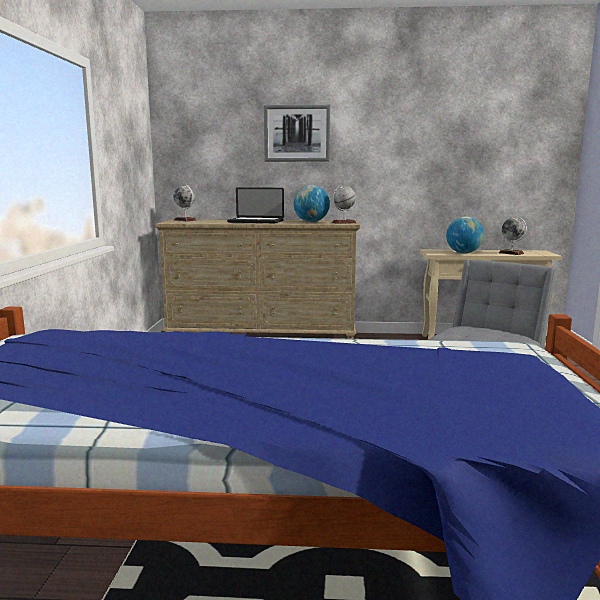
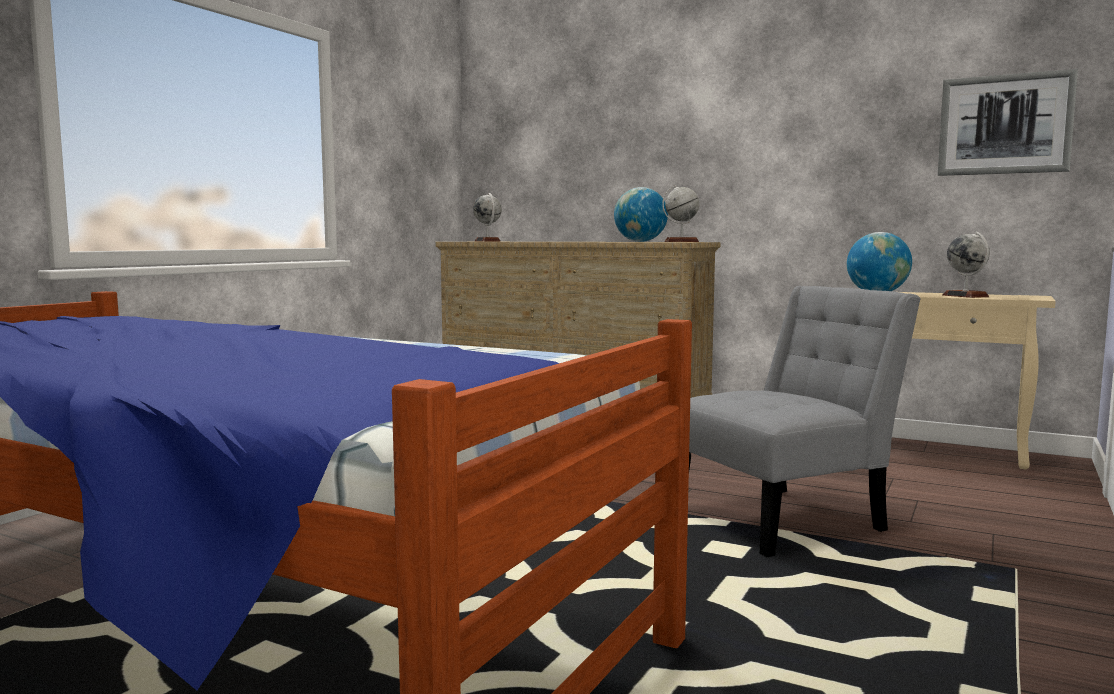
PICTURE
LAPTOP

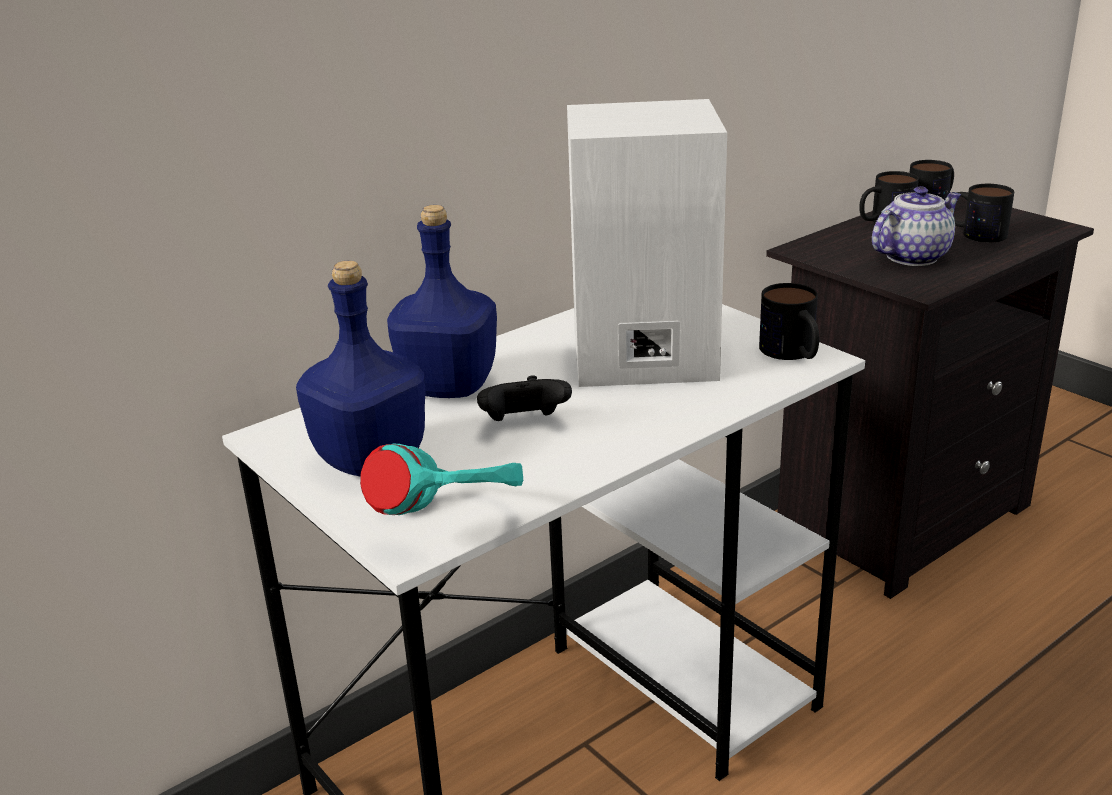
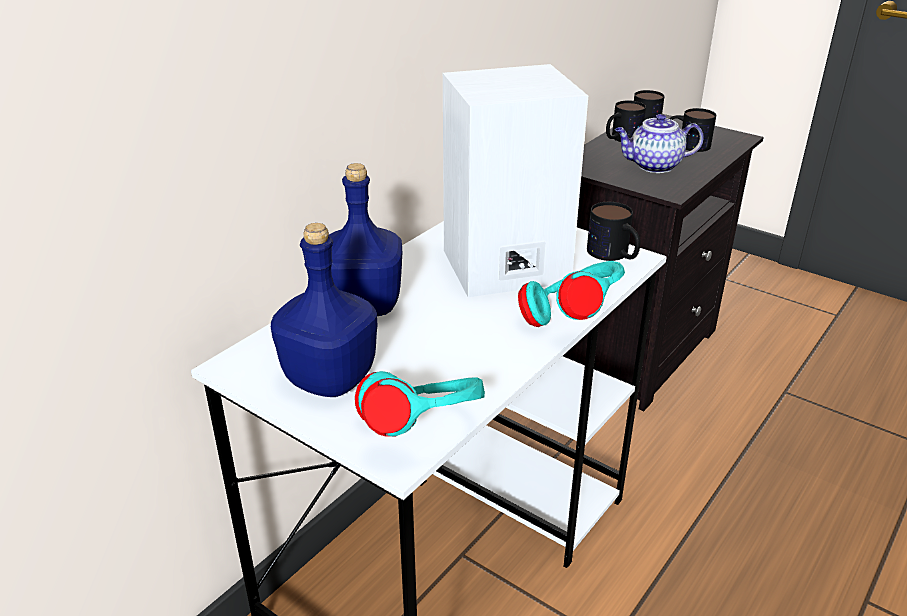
TEAPOT
BLACK GAME CONTROLLER
TURQUOISE HEADPHONES (2nd from left)

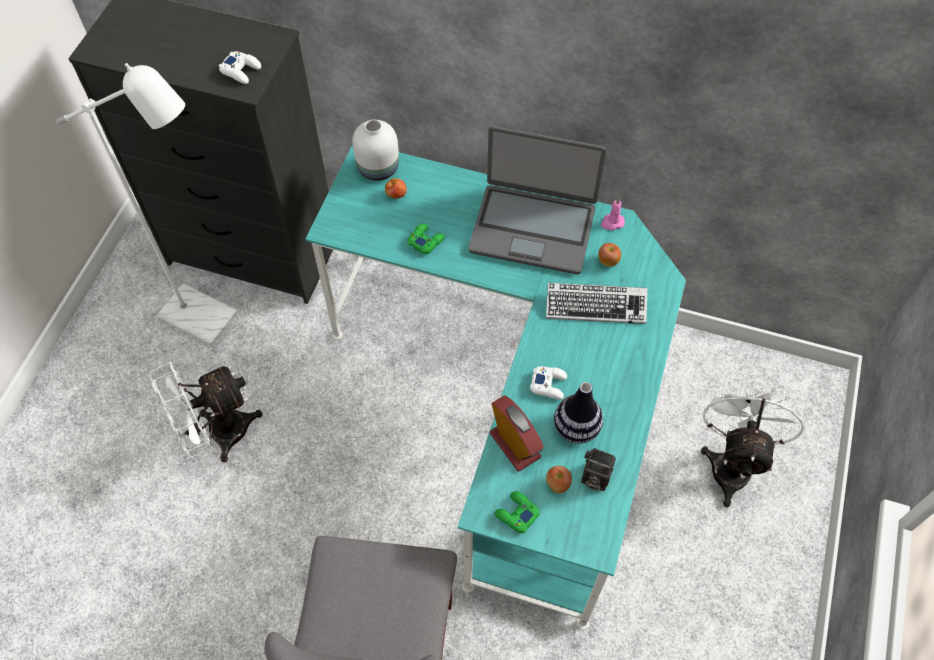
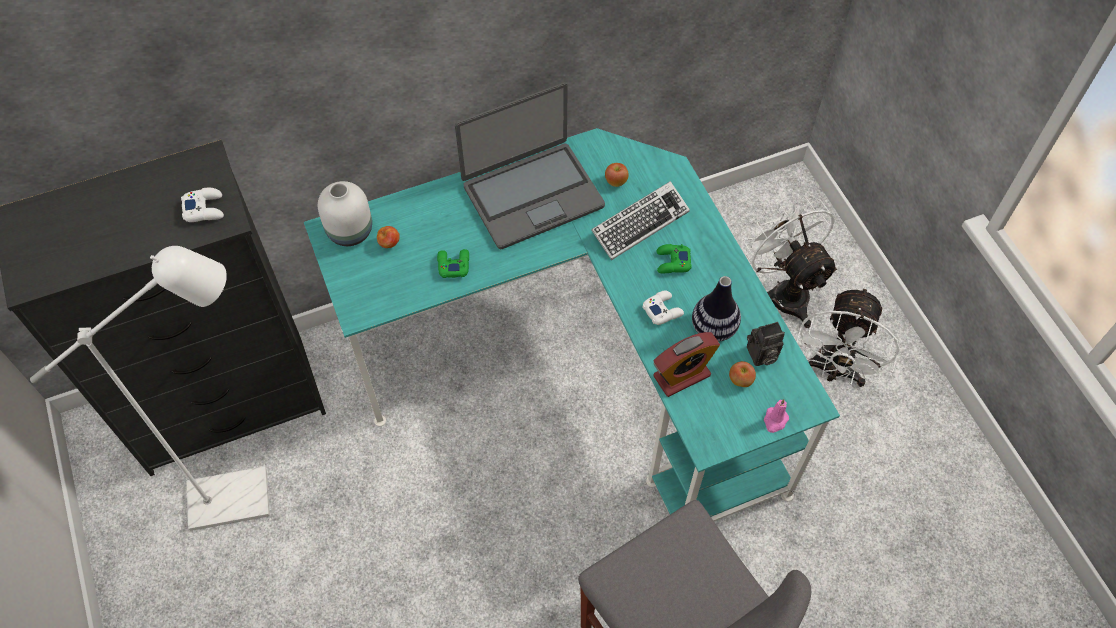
PINK CANDLE
WHITE FAN (2nd from left)
ALARM CLOCK
GREEN GAME CONTROLLER (2nd from left)

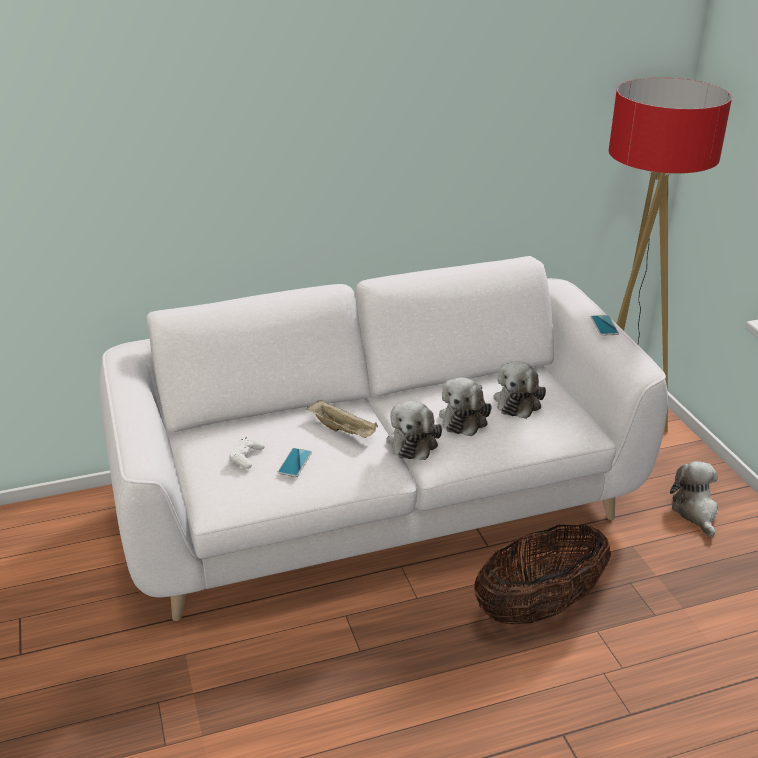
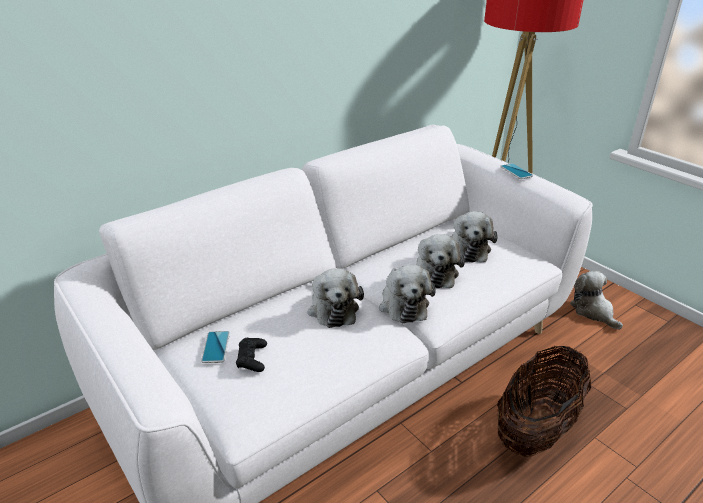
PLUSH TOY (1st from left)
BLACK GAME CONTROLLER
PHONE (1st from left)

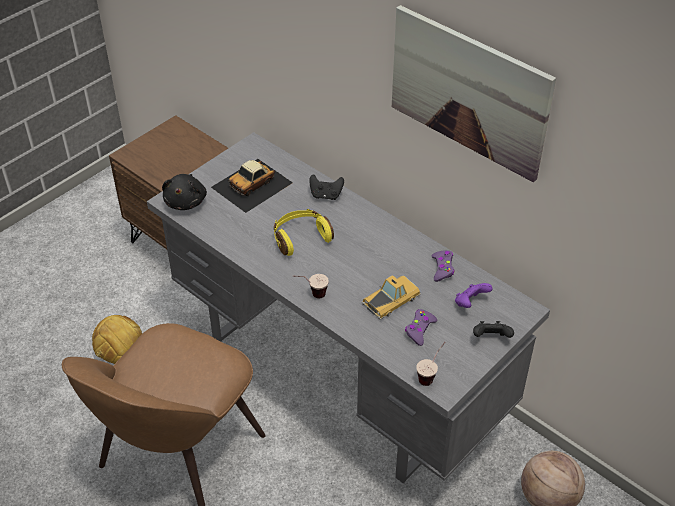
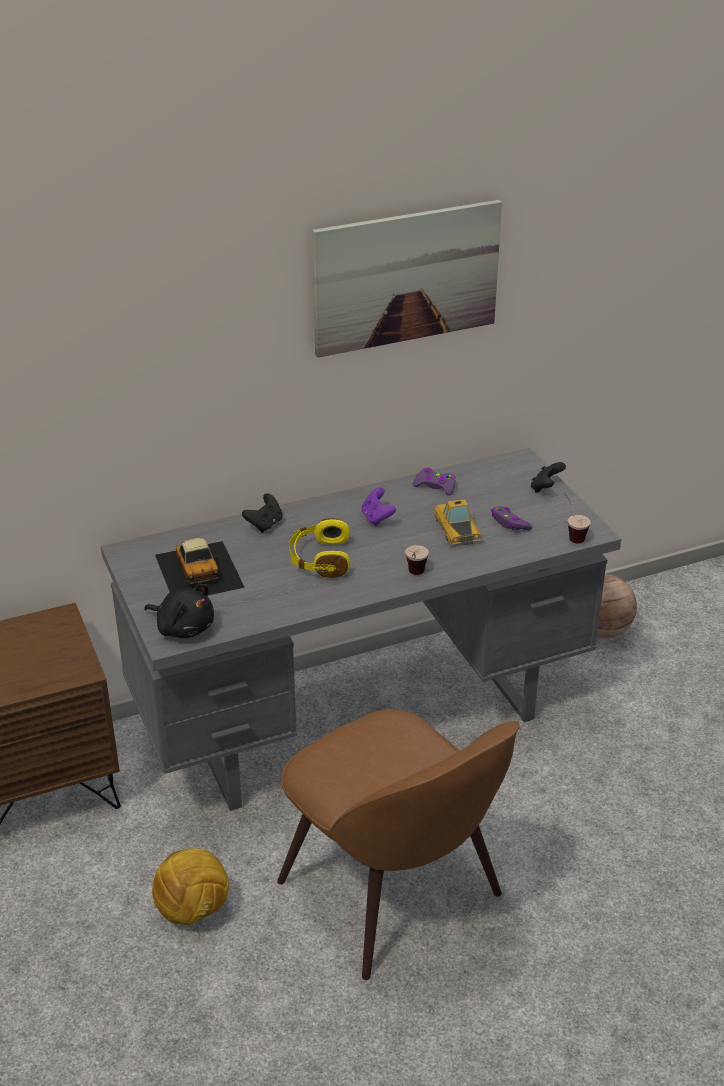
PURPLE GAME CONTROLLER (1st from left)

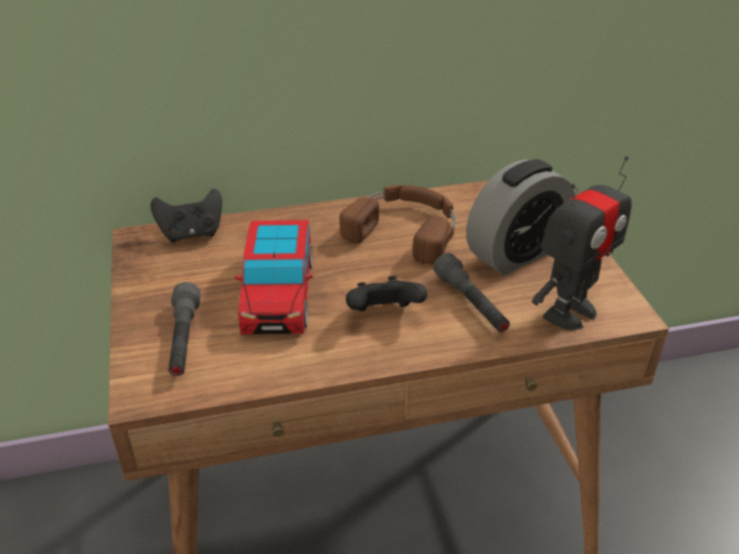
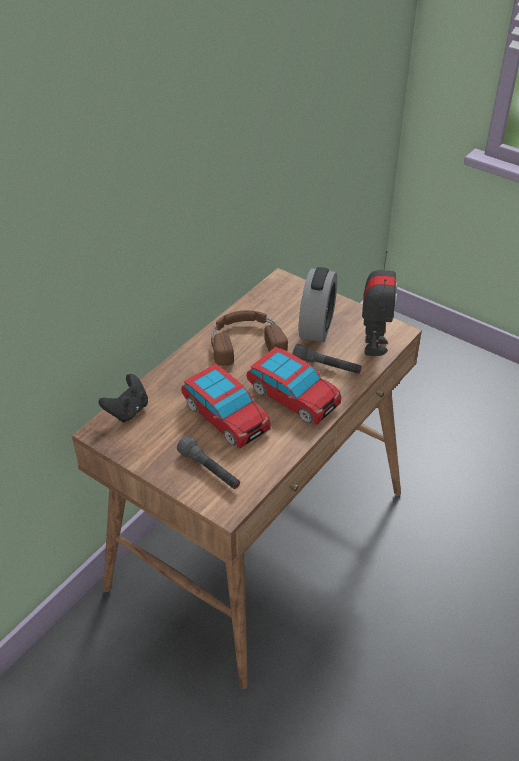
TOY CAR (2nd from left)

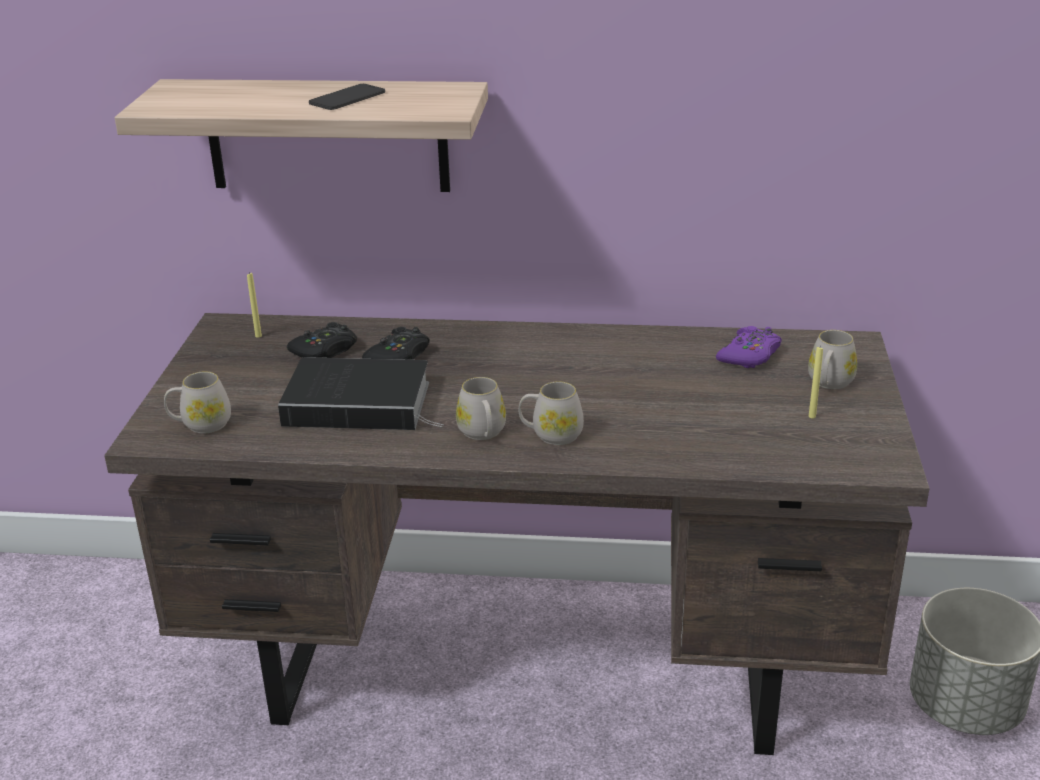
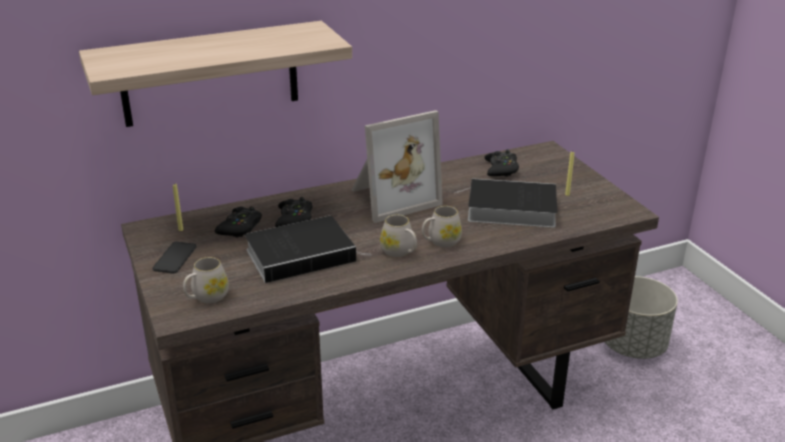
PHONE
BLACK GAME CONTROLLER (3rd from left)
WHITE MUG (4th from left in the first image)
PICTURE FRAME
BOOK (2nd from left)

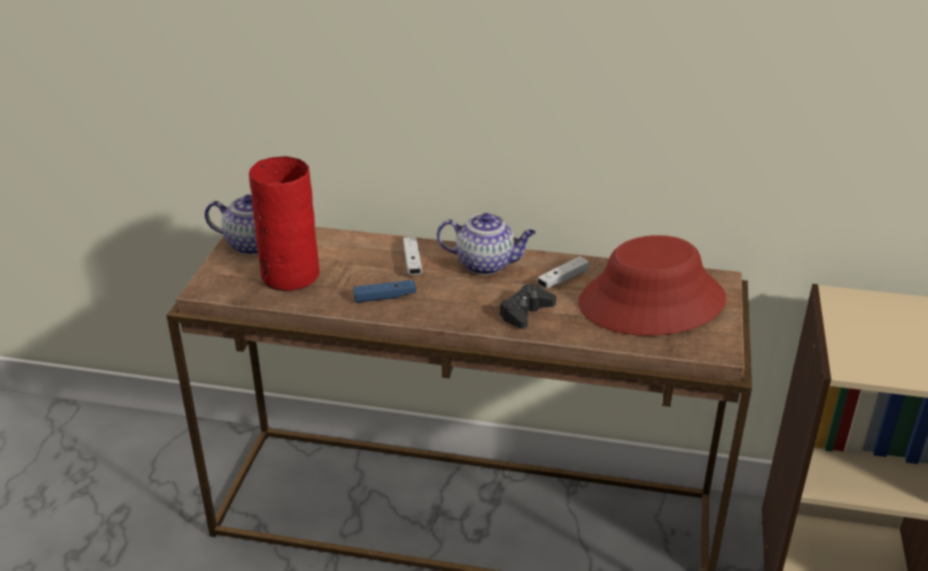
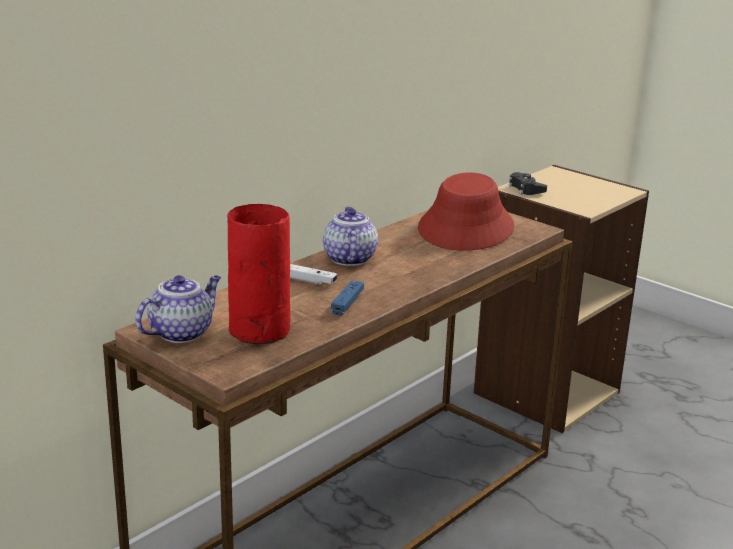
TEAPOT (2nd from left)
WHITE GAME CONTROLLER (2nd from left in the first image)
BLACK GAME CONTROLLER

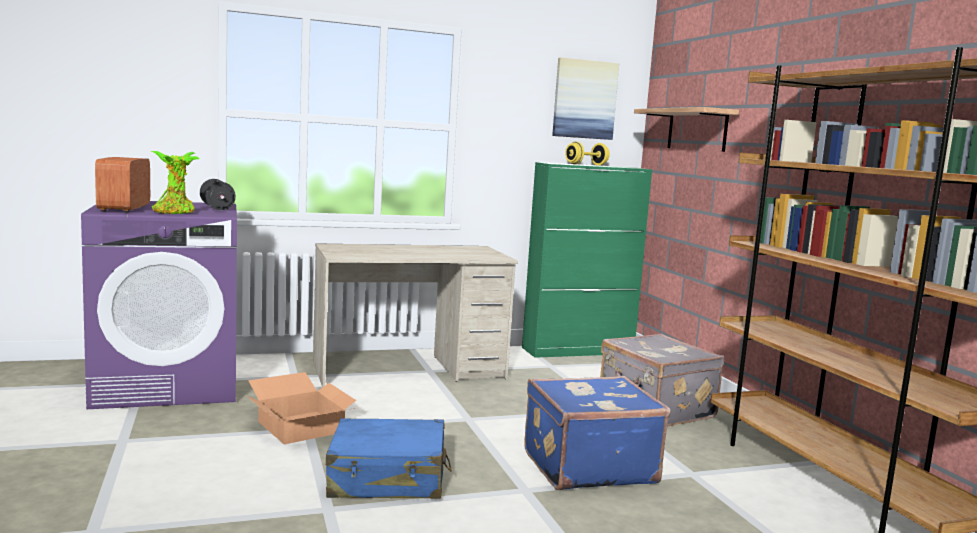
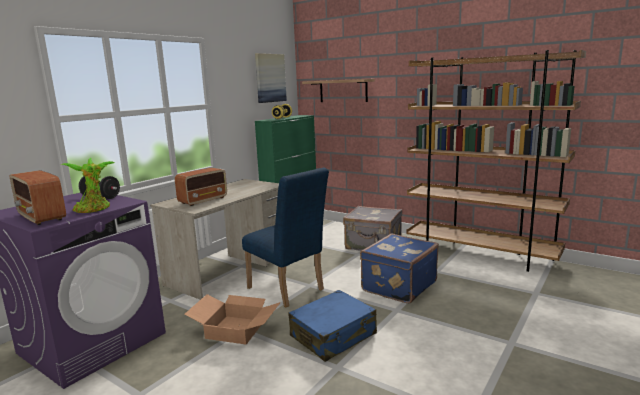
RADIO (2nd from left)
BLUE CHAIR

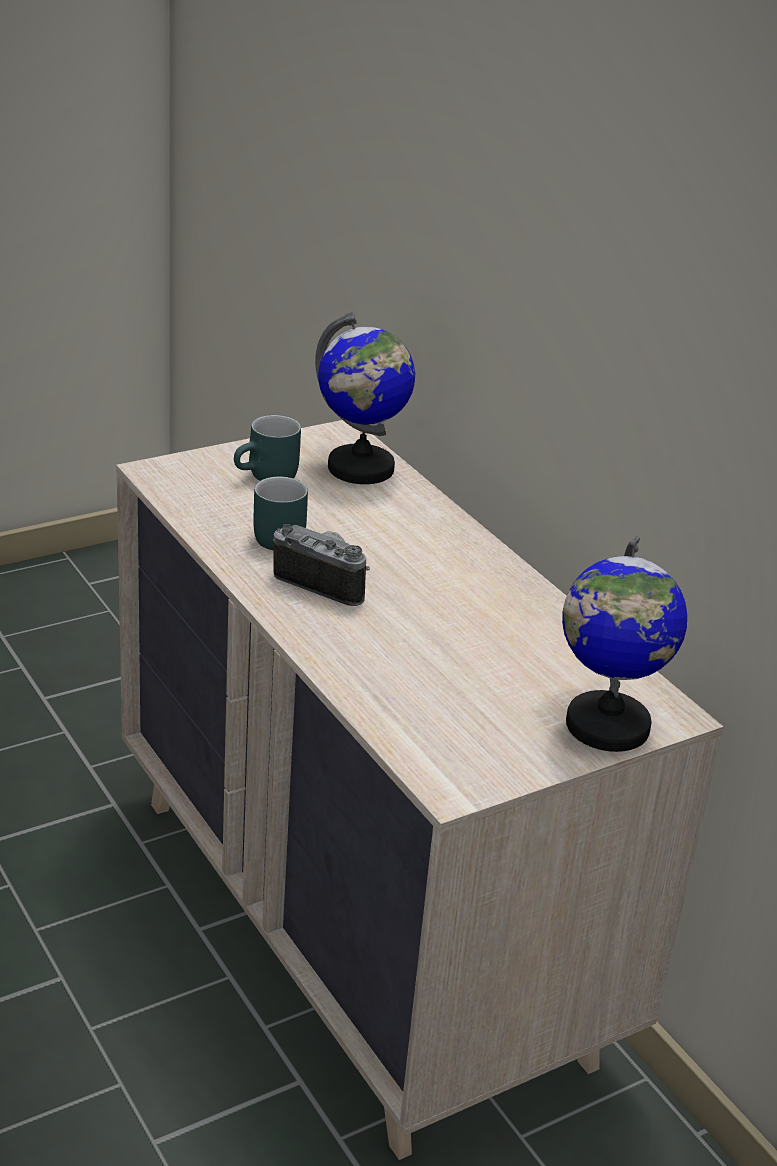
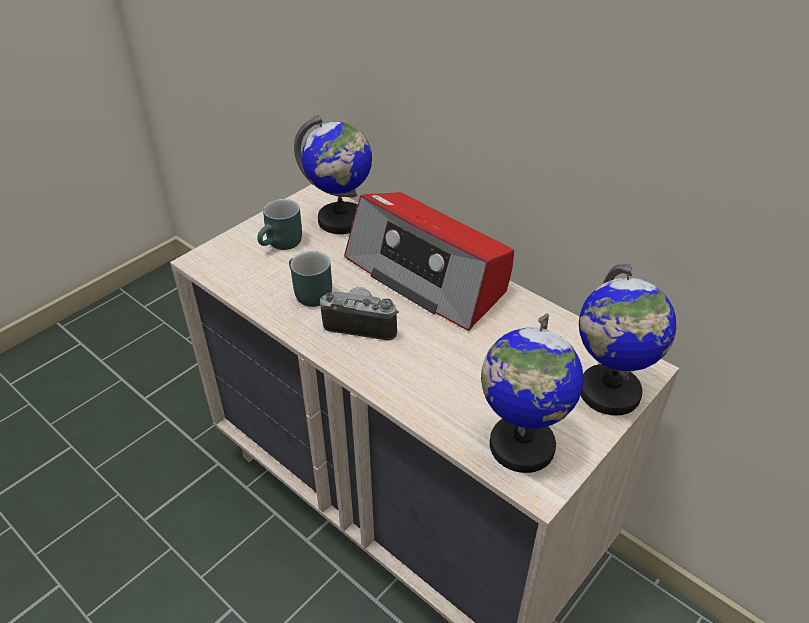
RADIO
GLOBE (2nd from left)

